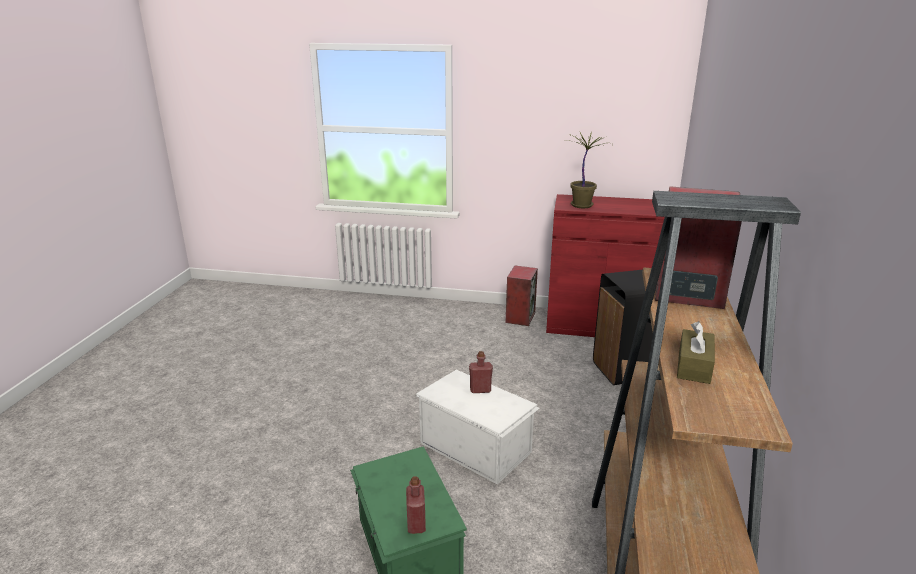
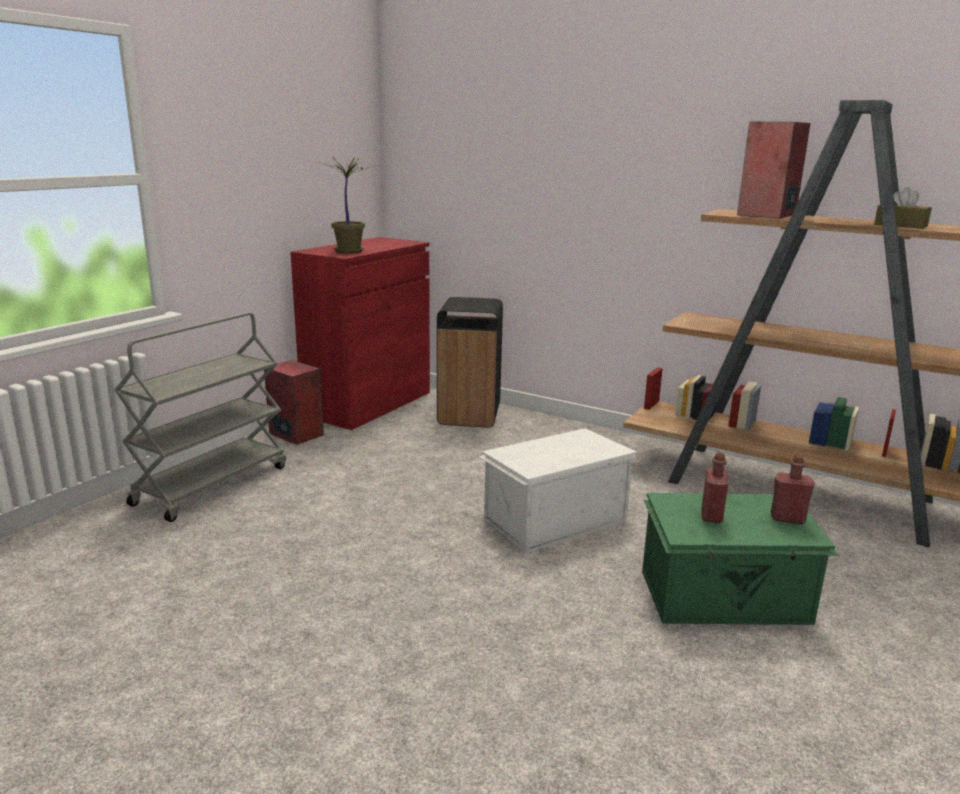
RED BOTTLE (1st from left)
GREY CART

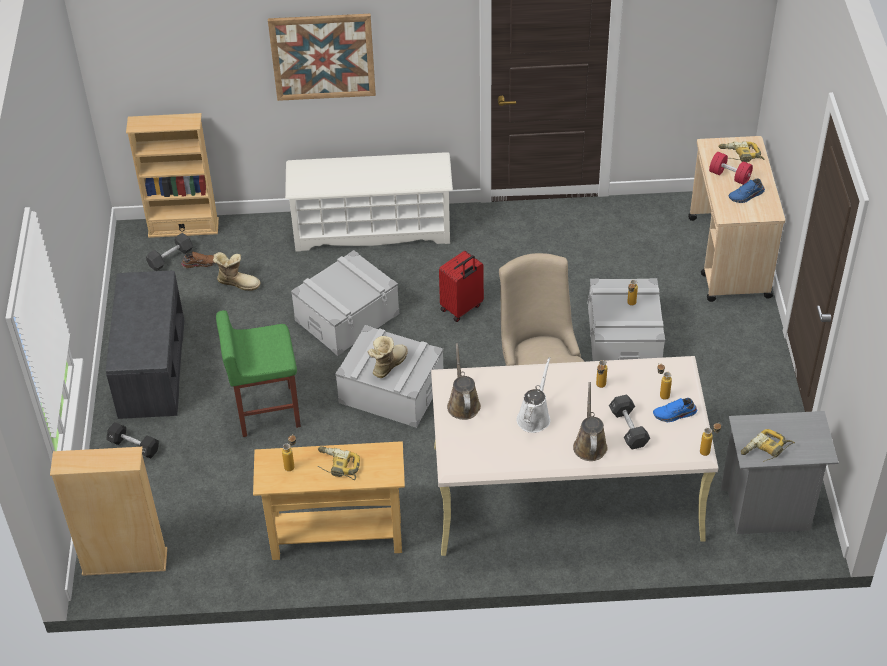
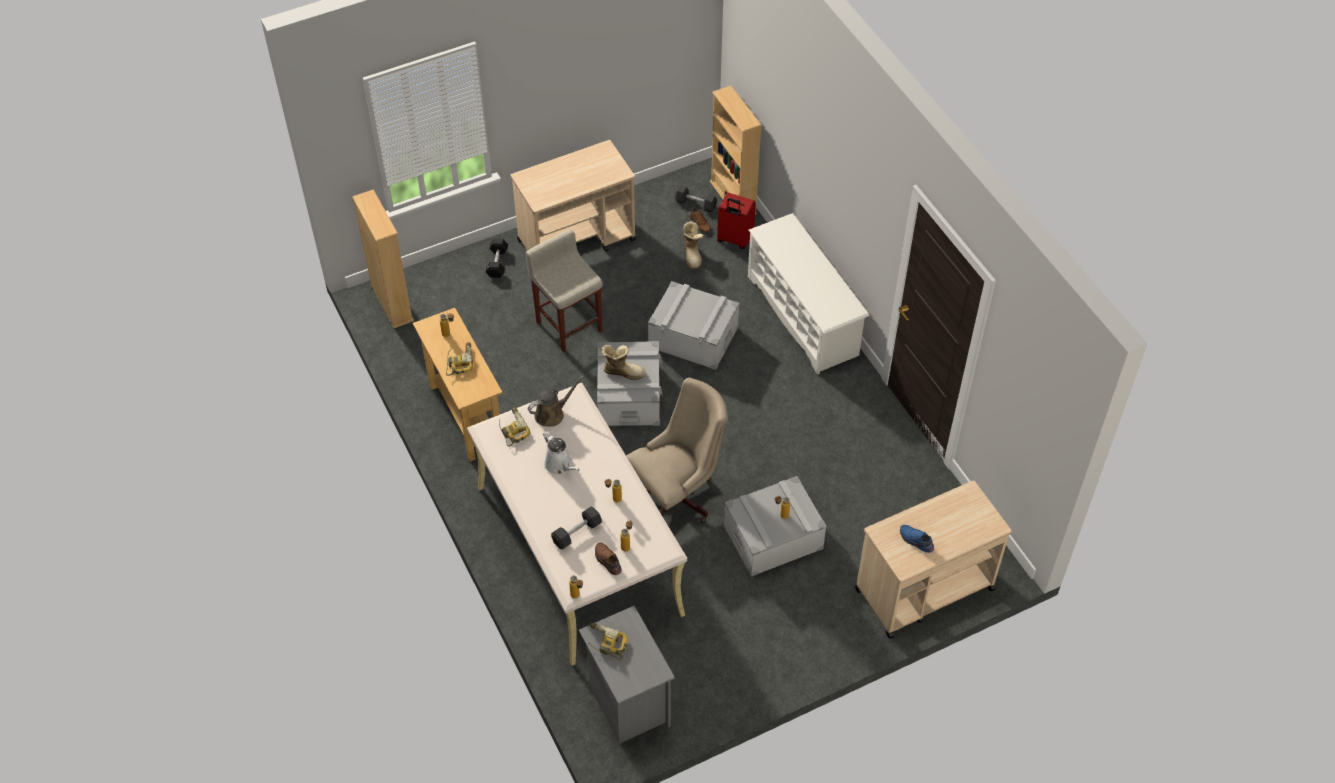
PICTURE
POWER DRILL (2nd from left)
RED DUMBBELL
RED SUITCASE
BEIGE CART (1st from left)
BEIGE STOOL
WHITE WATERING CAN
BROWN WATERING CAN (2nd from left in the first image)
BROWN SHOE (1st from left)

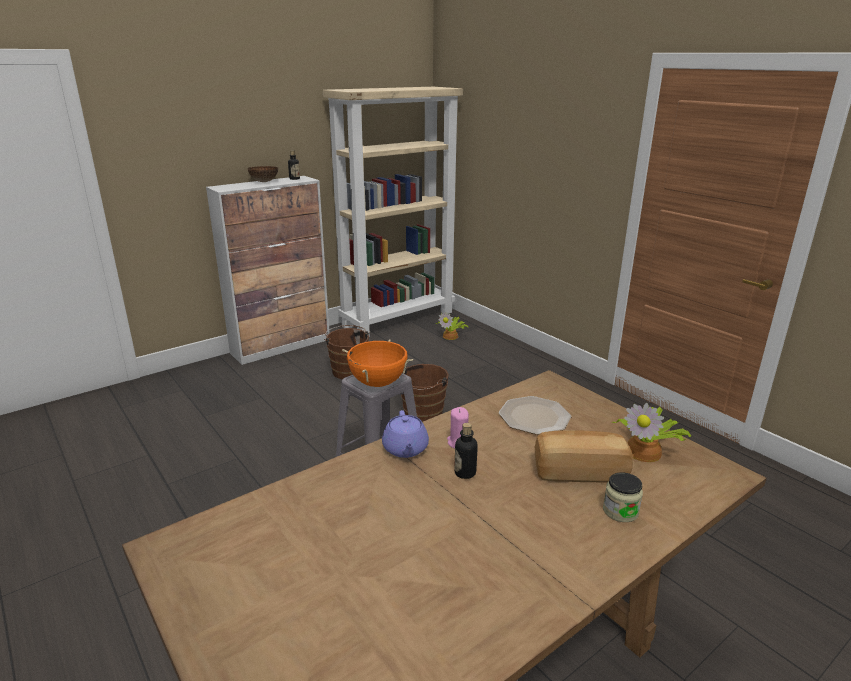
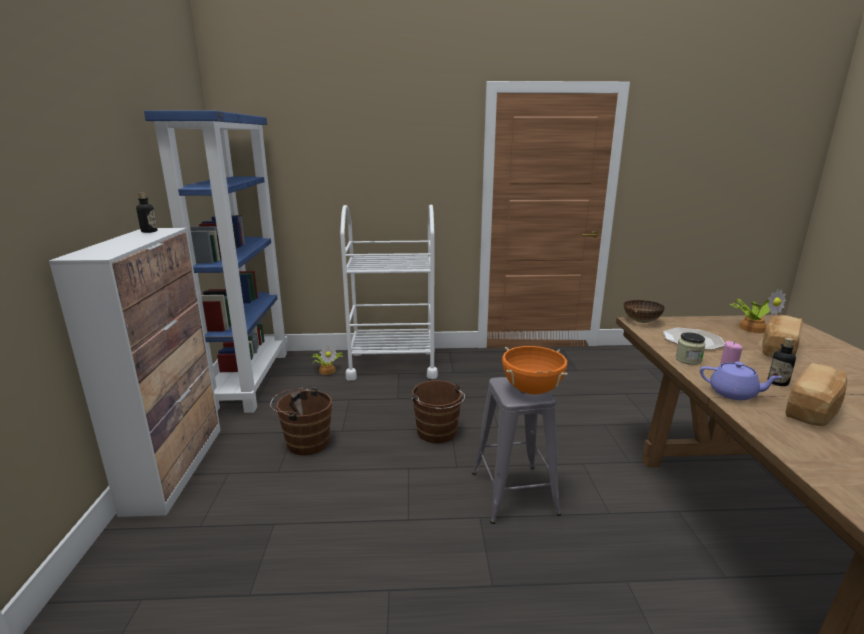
BLUE BOOKCASE
BOWL
JAR
WHITE CART
BREAD (2nd from left)

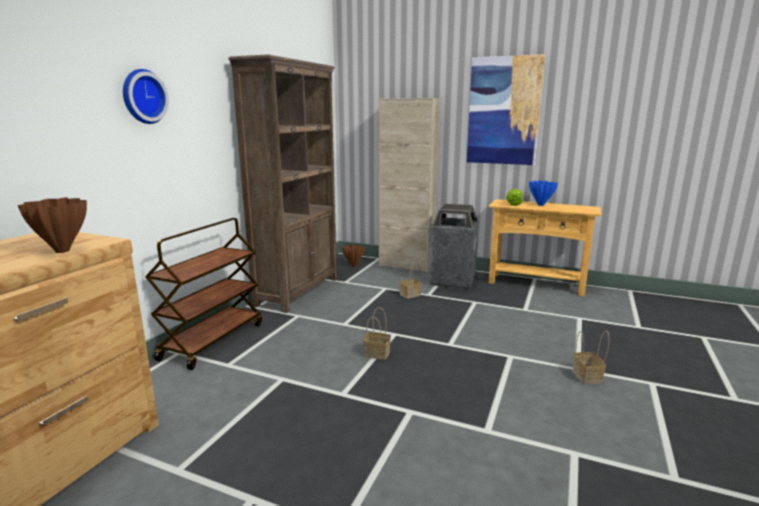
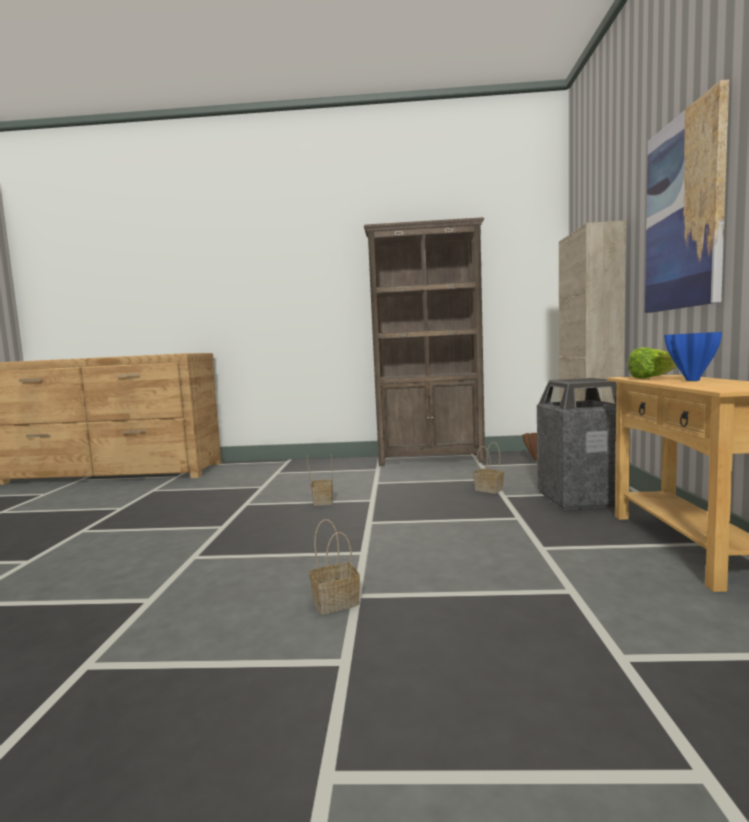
WALL CLOCK
BROWN VASE (1st from left in the first image)
BROWN CART

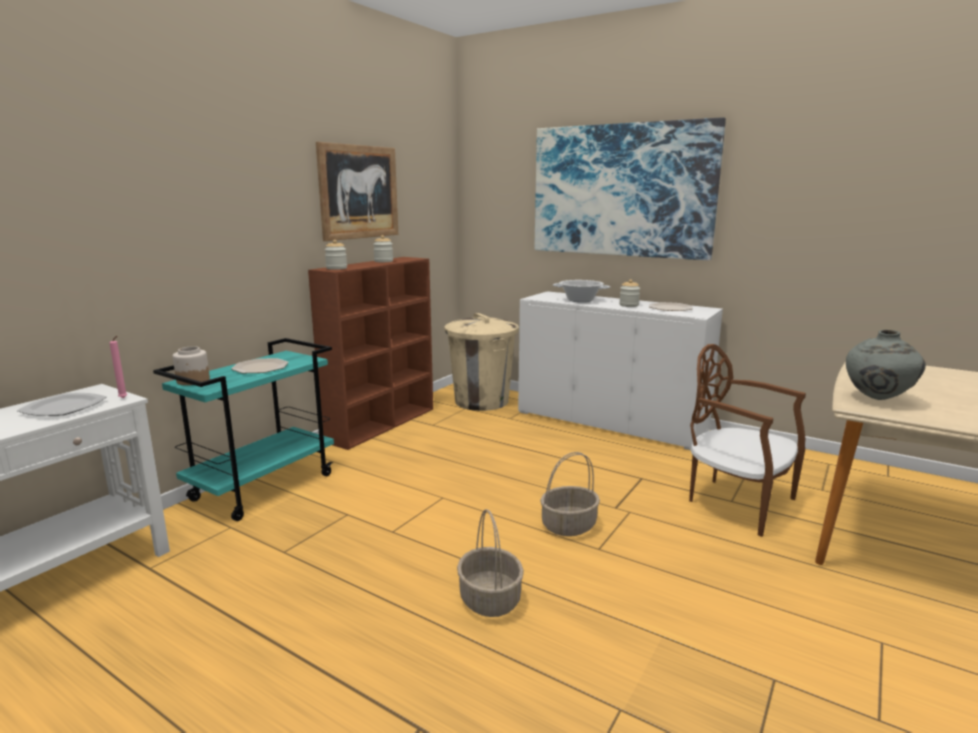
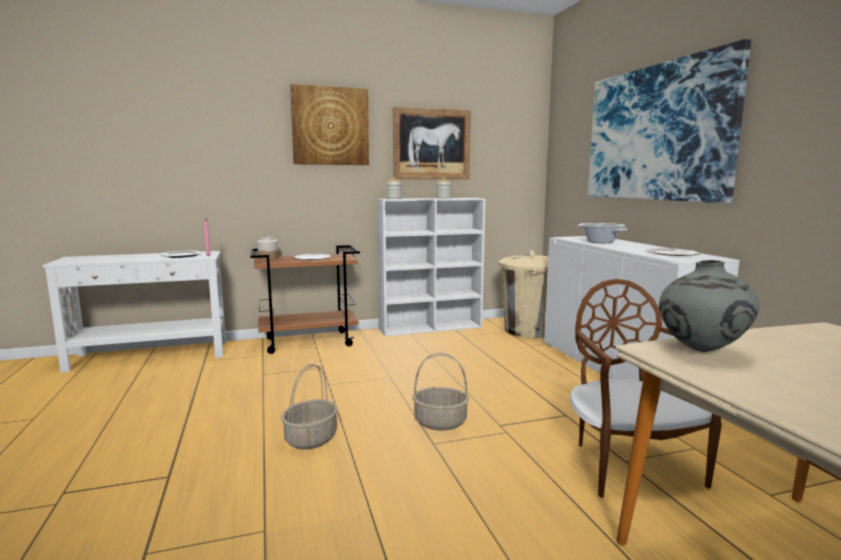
WHITE BOOKCASE
JAR (4th from left in the first image)
BROWN CART
PICTURE (1st from left)

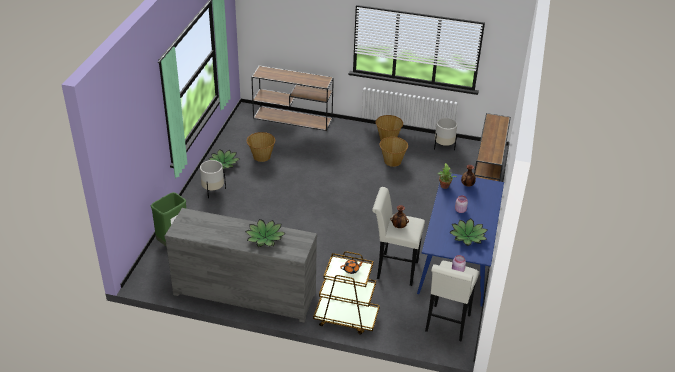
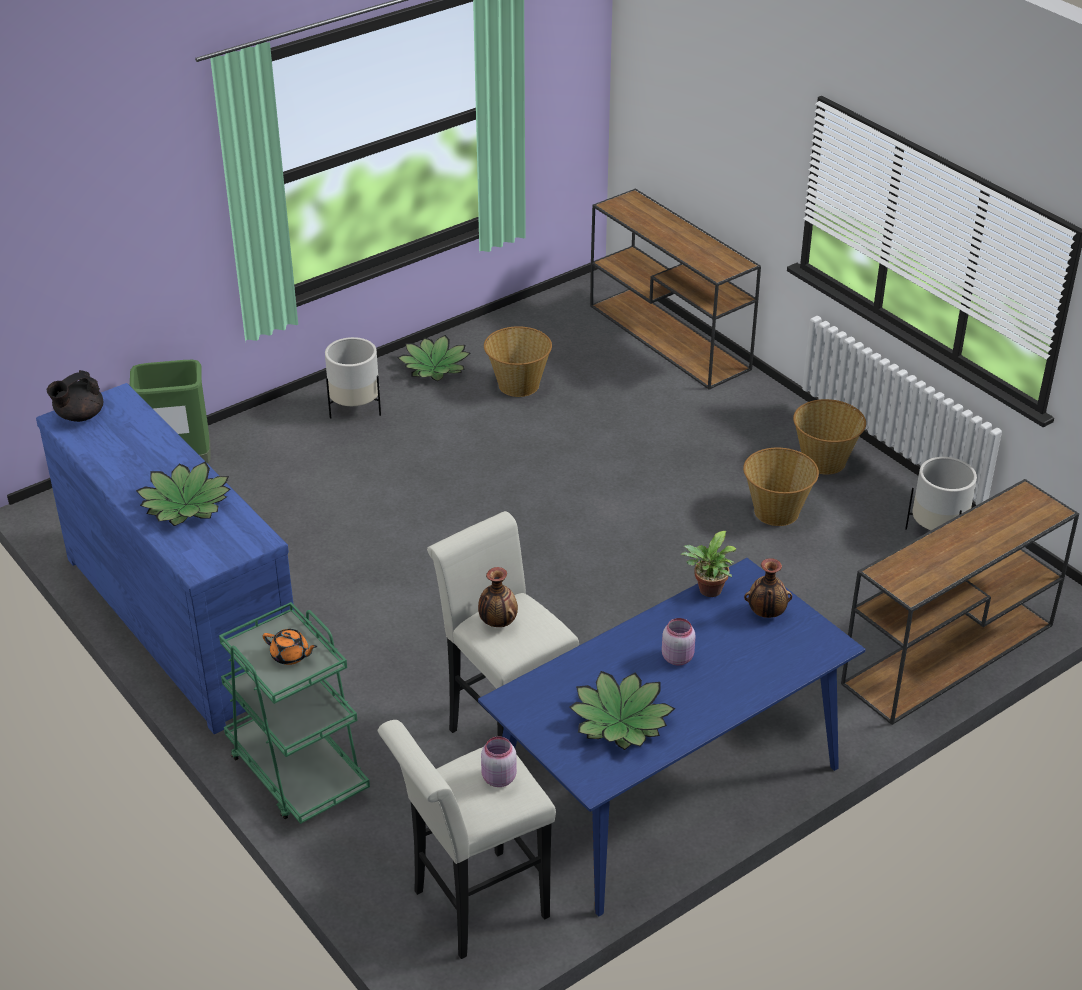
BLUE DRESSER
GREEN CART
BLACK TEAPOT

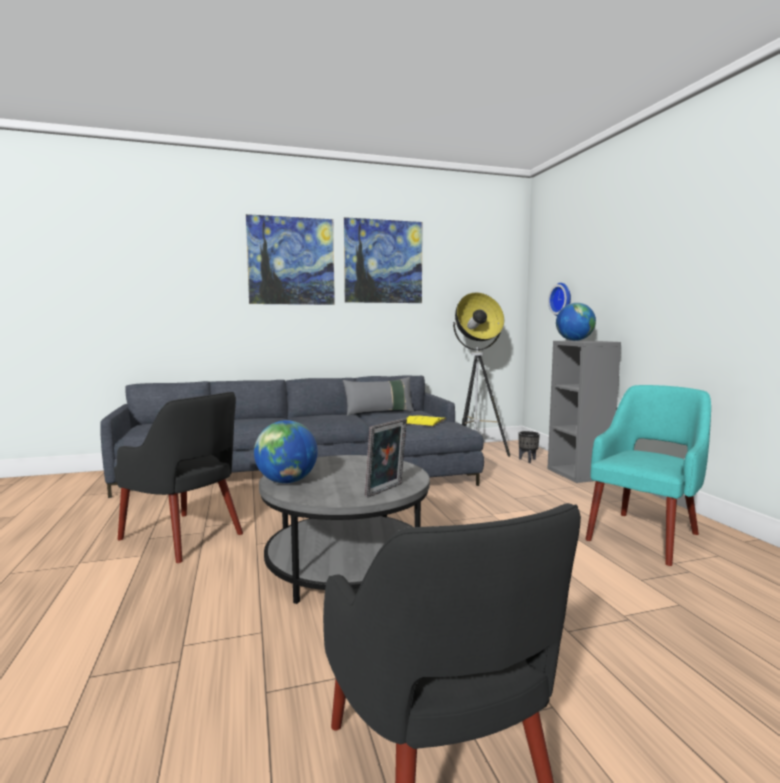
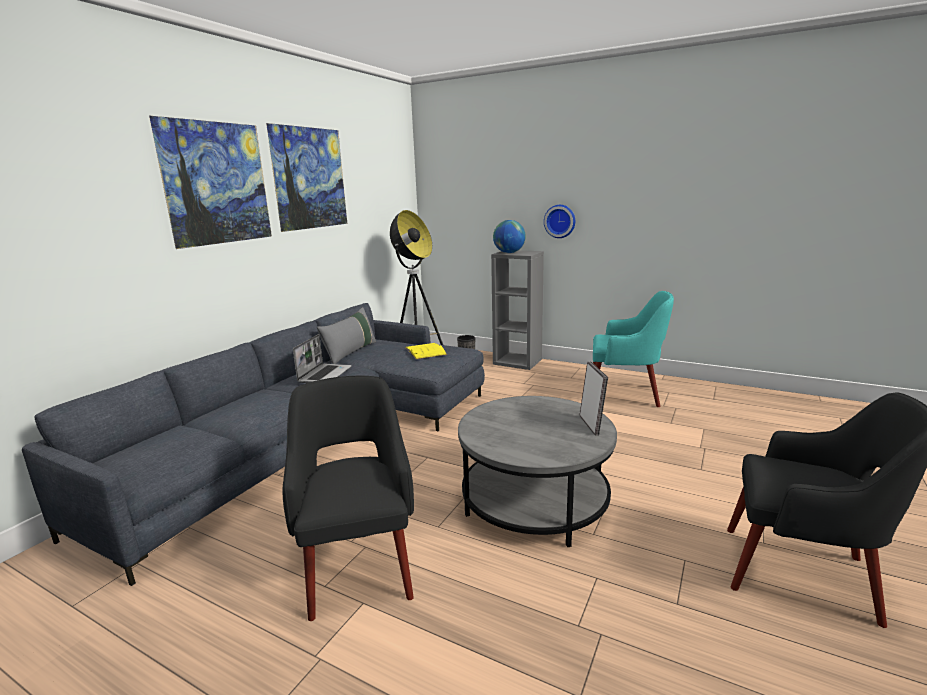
WALL CLOCK
TURQUOISE ARMCHAIR
BLACK ARMCHAIR (1st from left)
GLOBE (1st from left in the first image)
LAPTOP

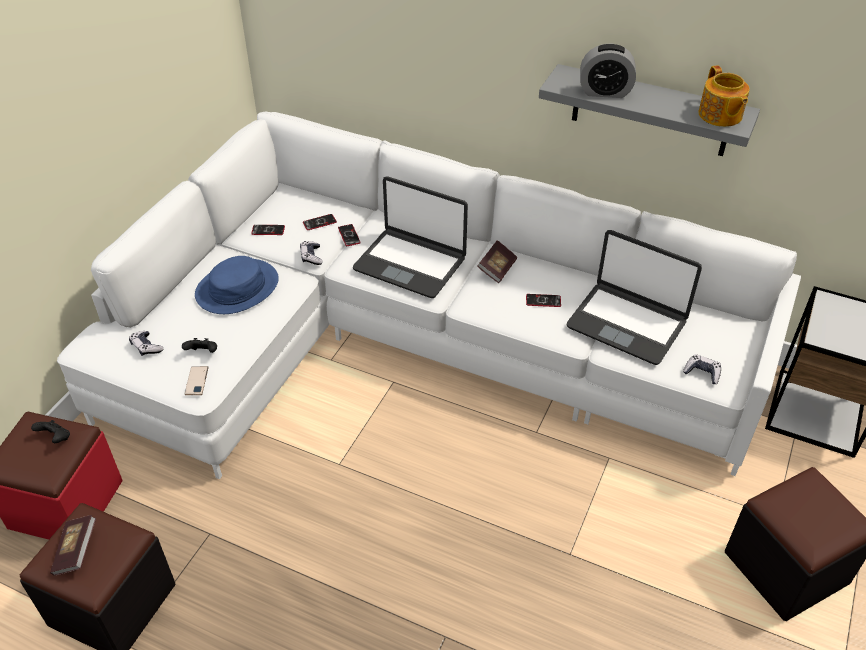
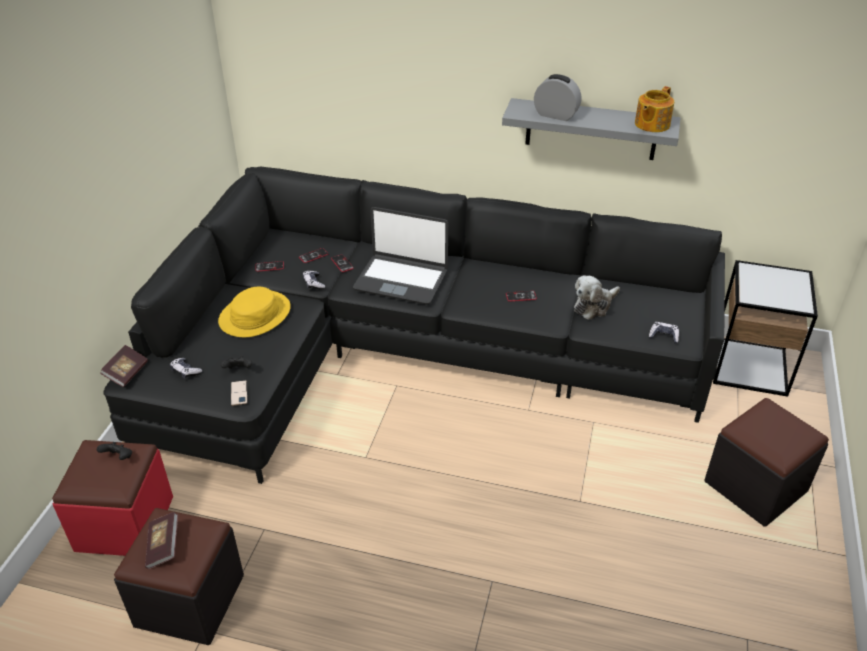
ALARM CLOCK
TEAPOT
BLACK SOFA
PLUSH TOY
BOOK (1st from left)
YELLOW HAT

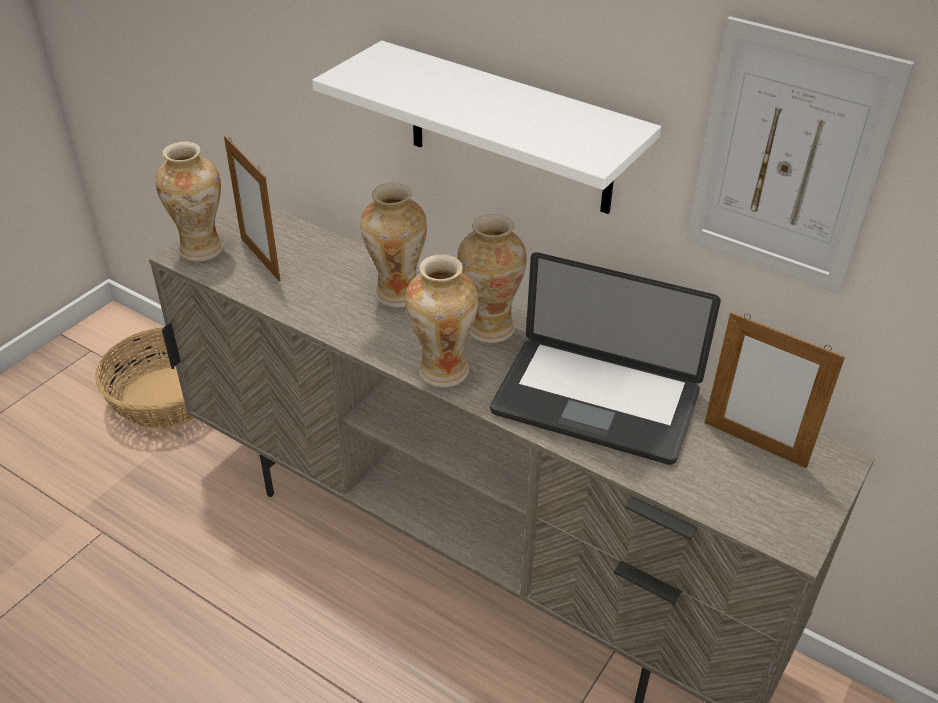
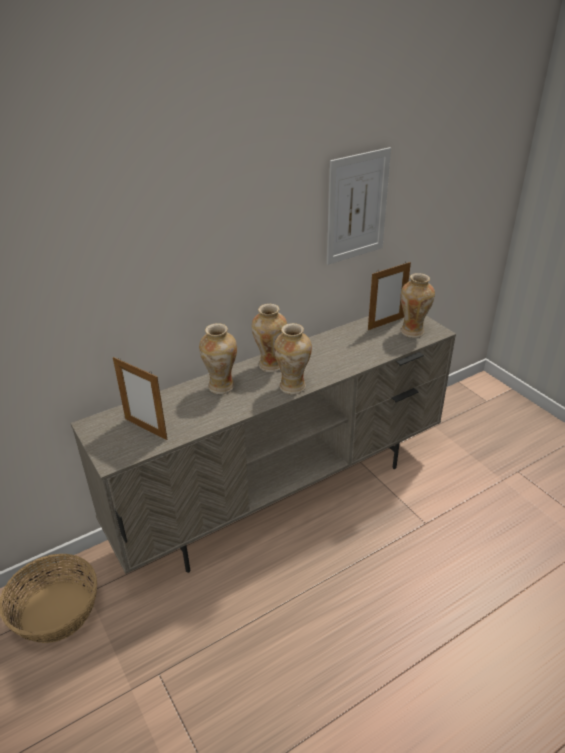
WHITE SHELF
PICTURE FRAME (1st from left)
VASE (4th from left)
LAPTOP

